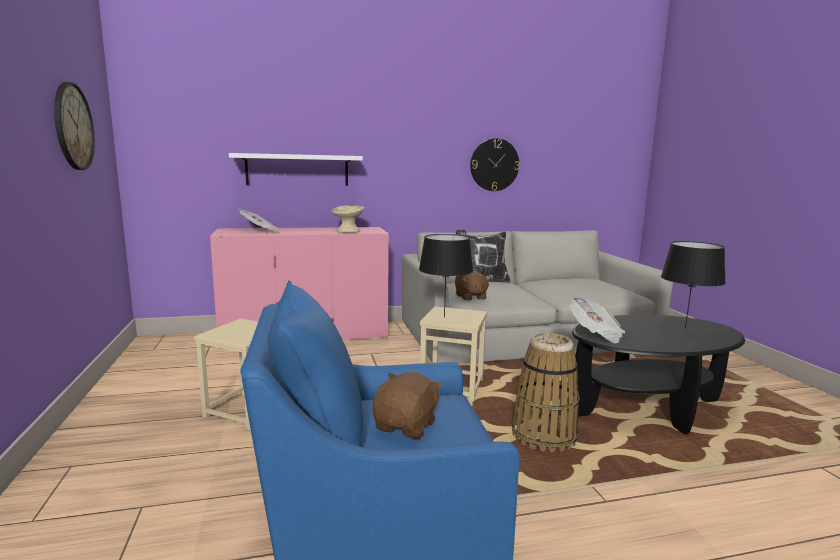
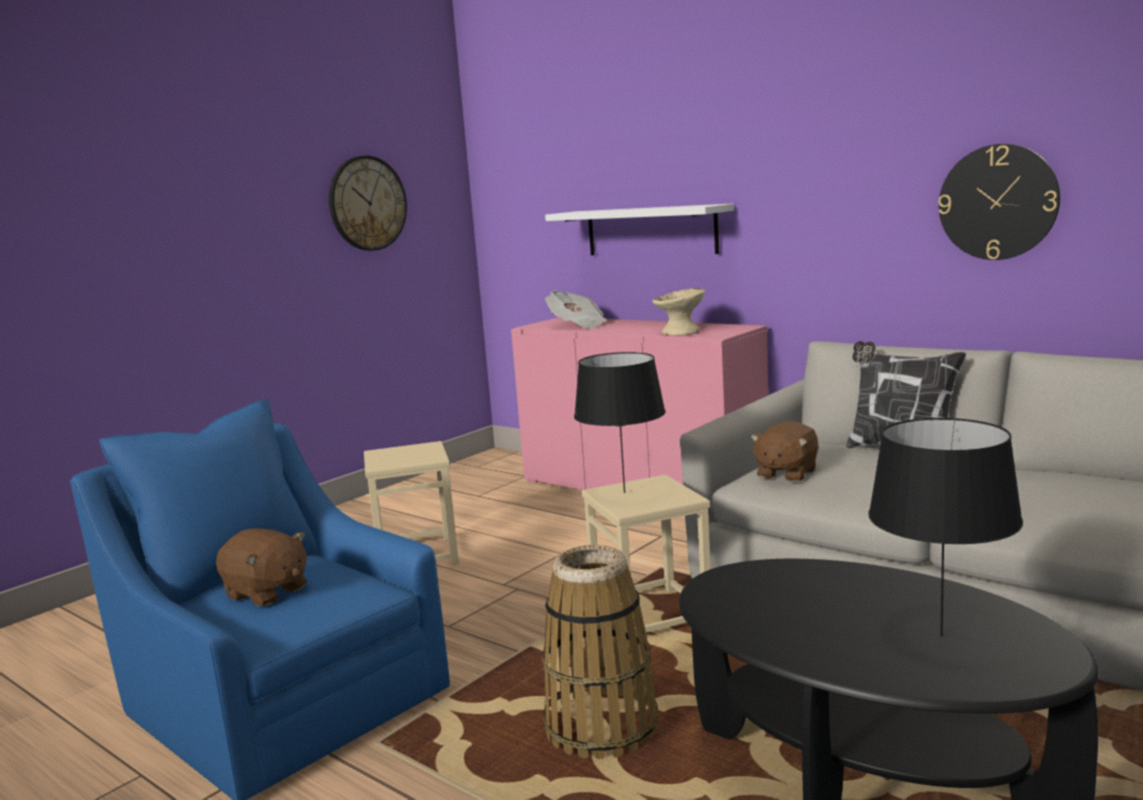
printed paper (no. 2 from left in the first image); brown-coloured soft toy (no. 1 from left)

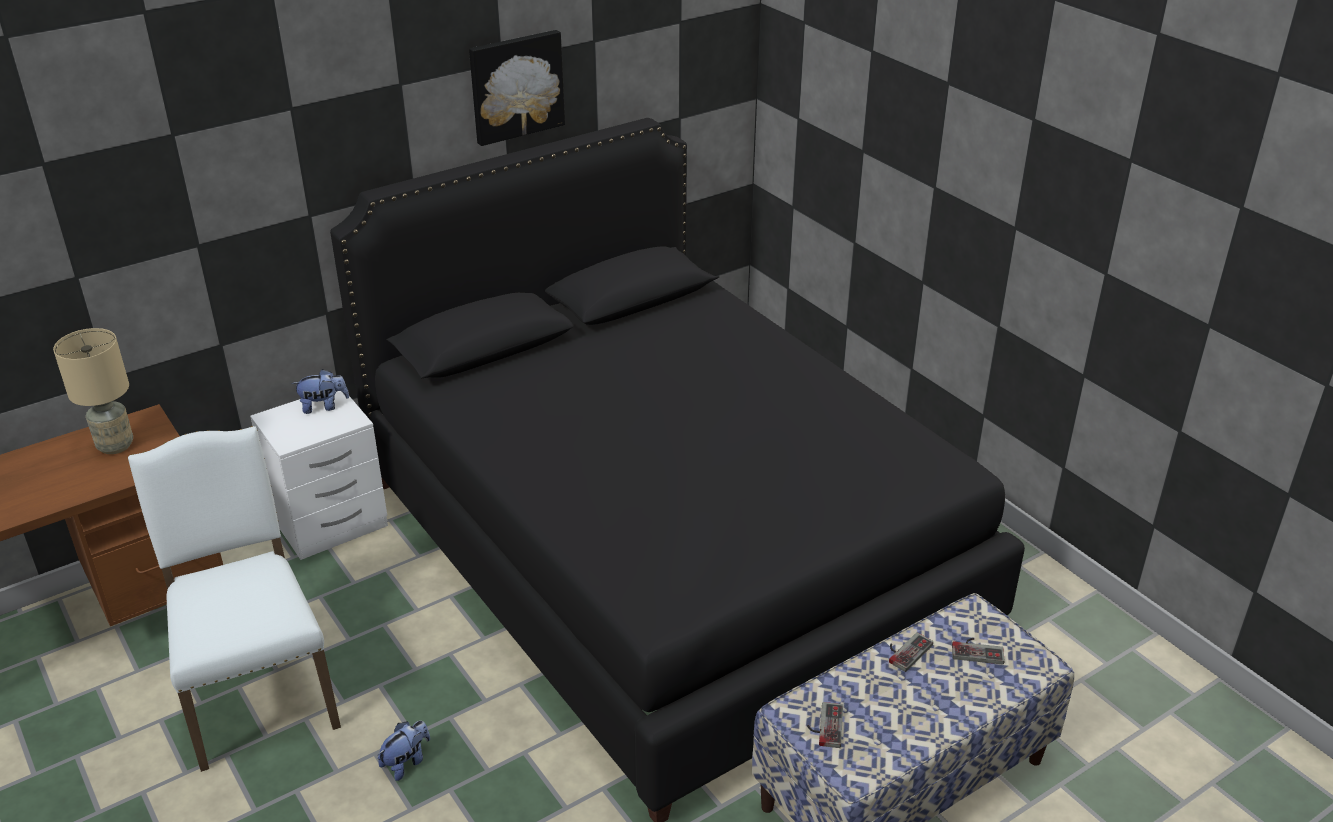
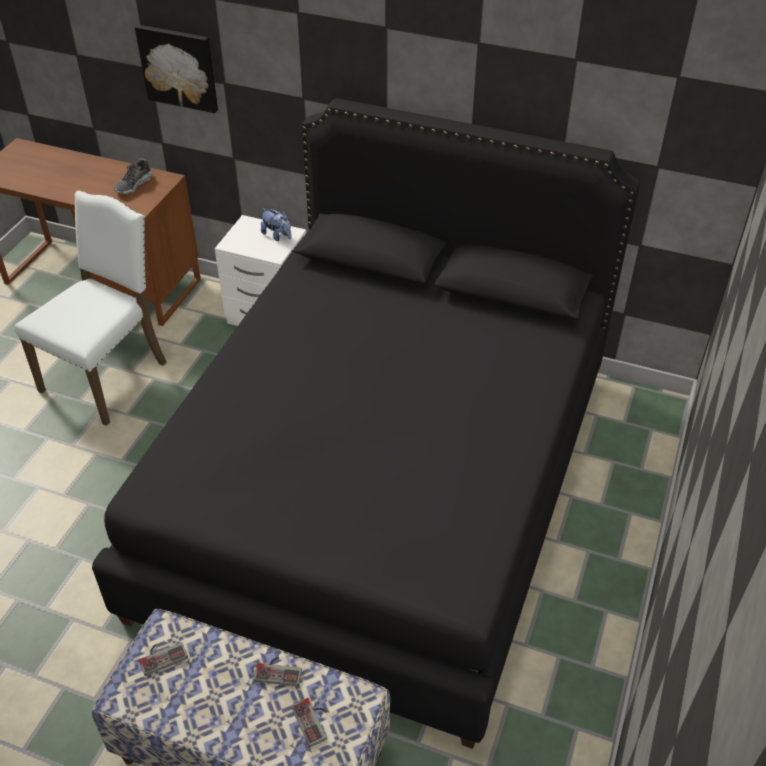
soft toy (no. 2 from left in the first image); wall picture; item of footwear

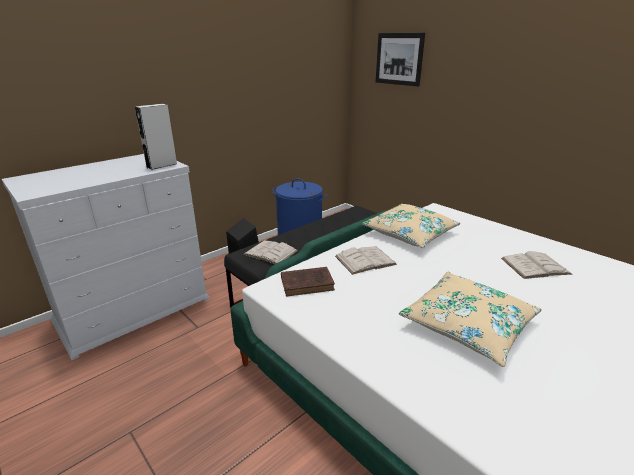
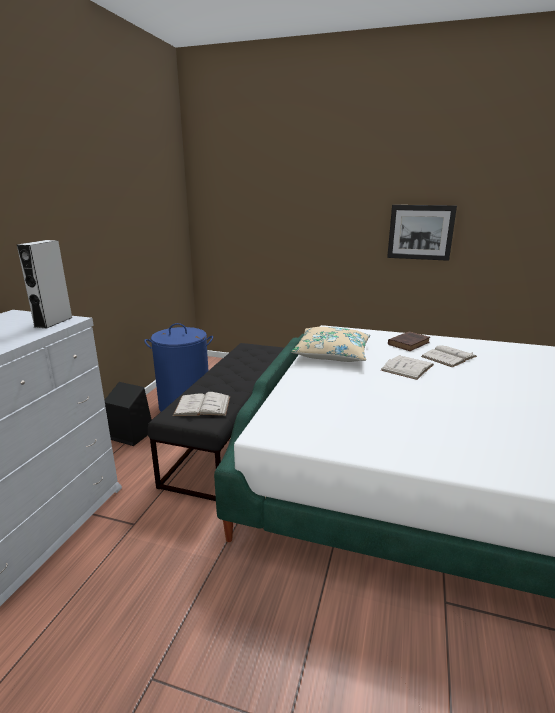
beige throw pillow (no. 2 from left in the first image); brown-coloured volume; white volume (no. 2 from left); wall picture

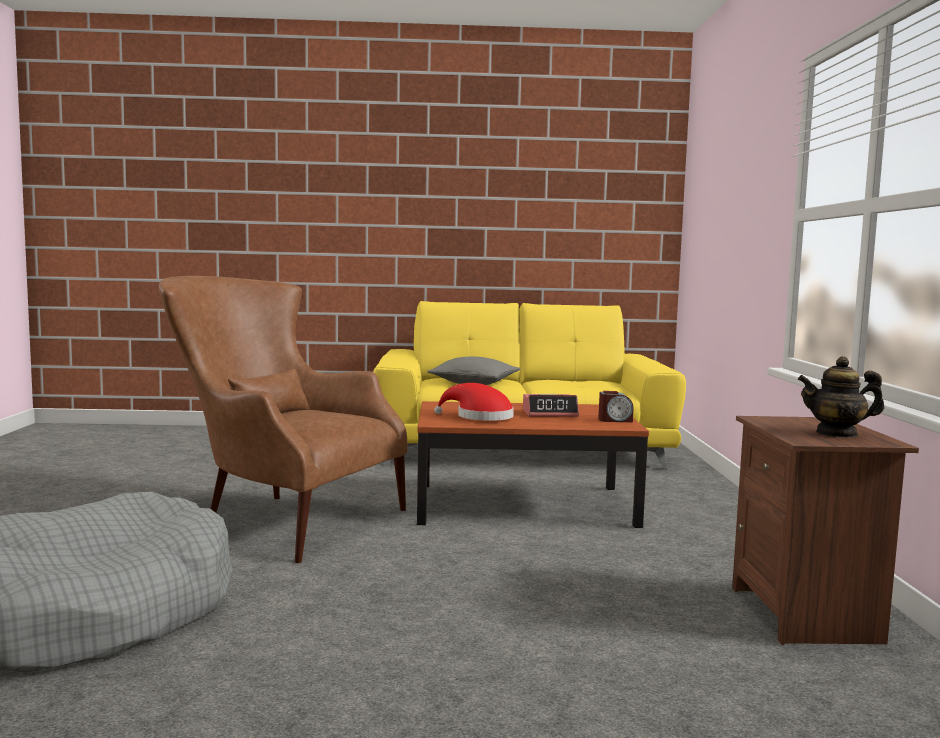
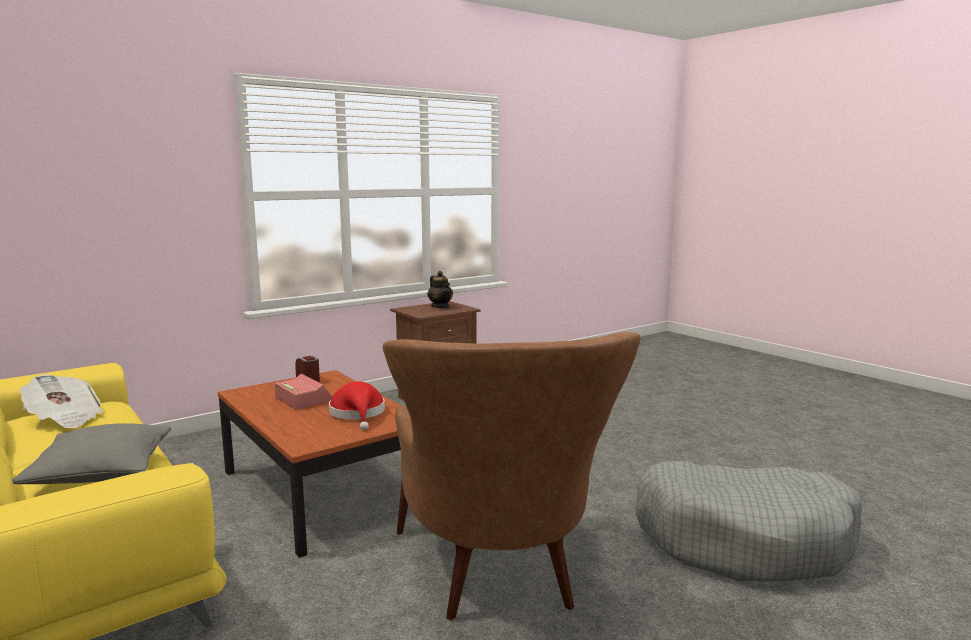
printed paper

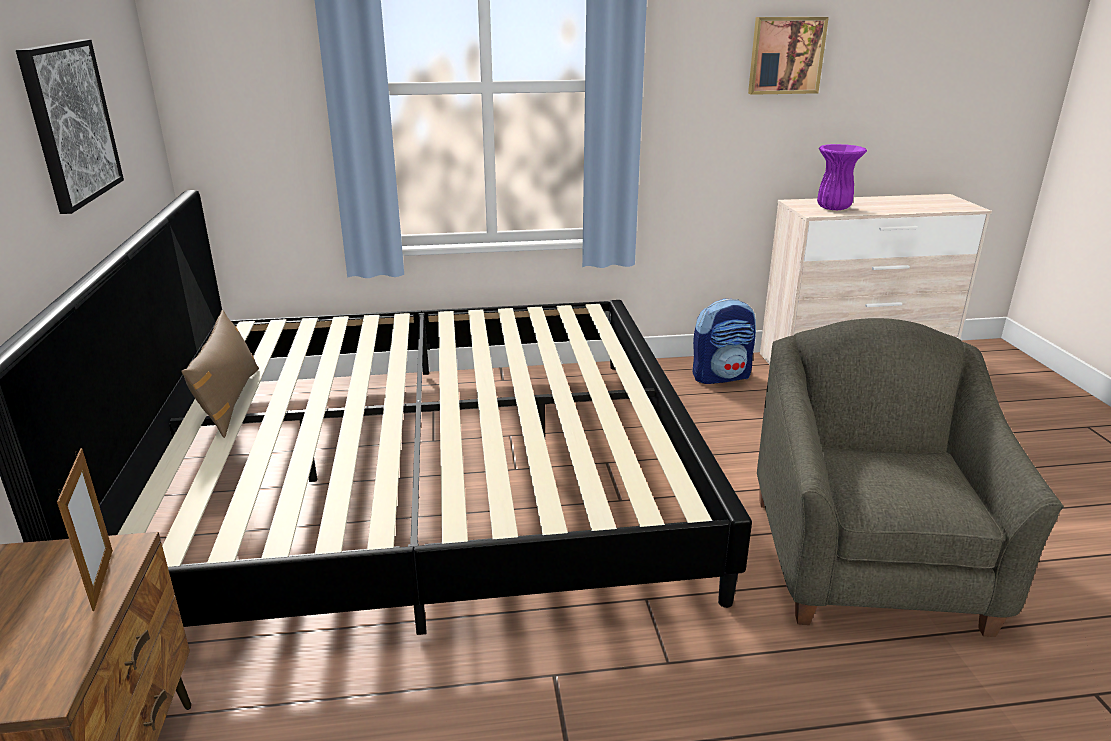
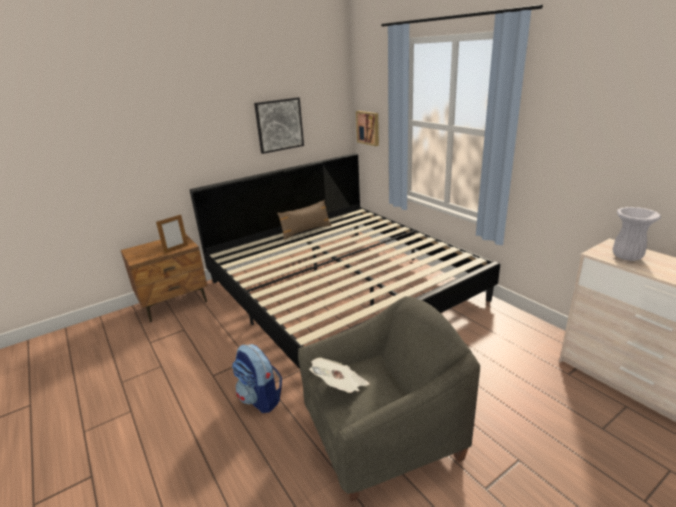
printed paper; rucksack; wall picture (no. 2 from left); white flower vase

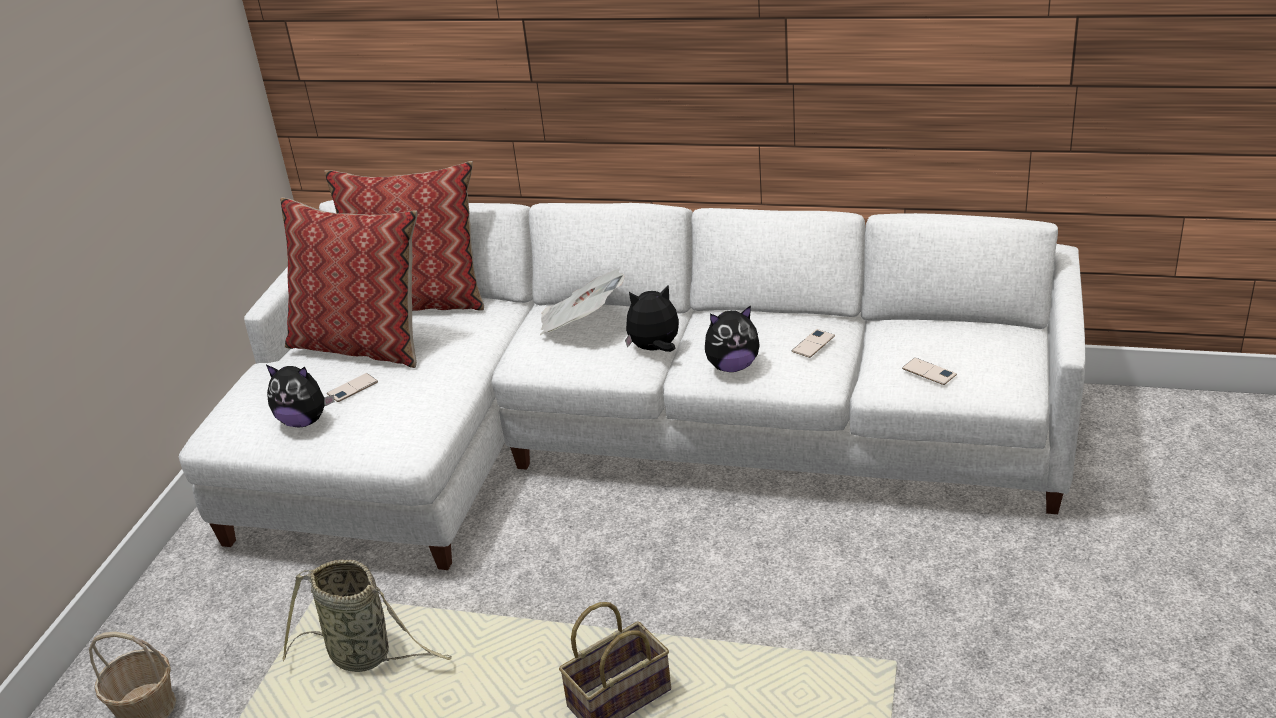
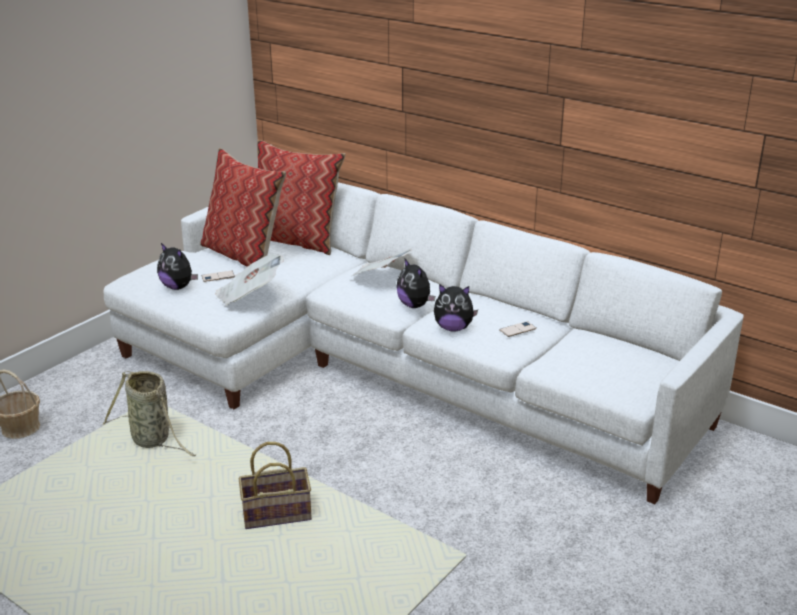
telephone (no. 3 from left in the first image); printed paper (no. 1 from left); soft toy (no. 2 from left)

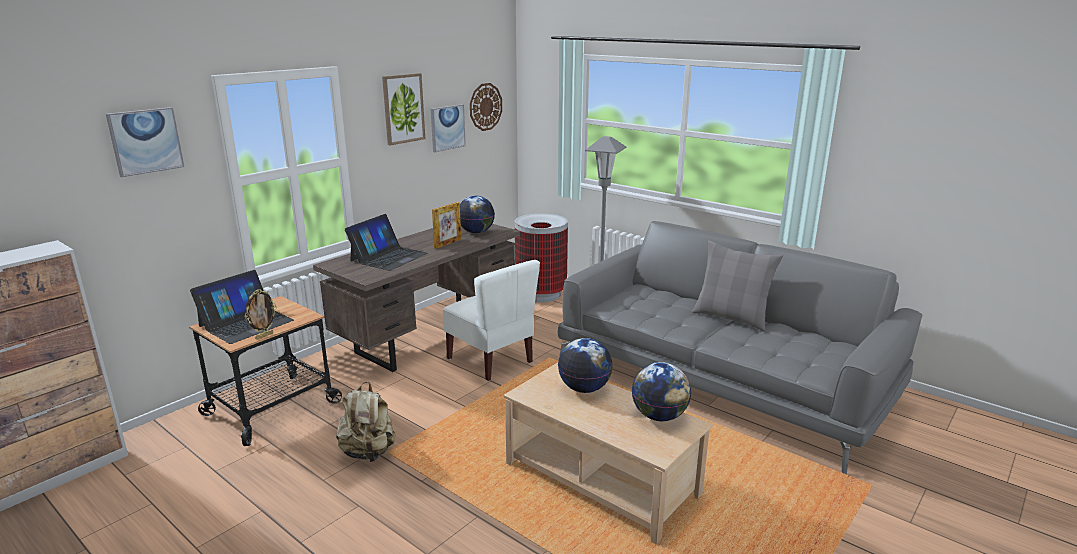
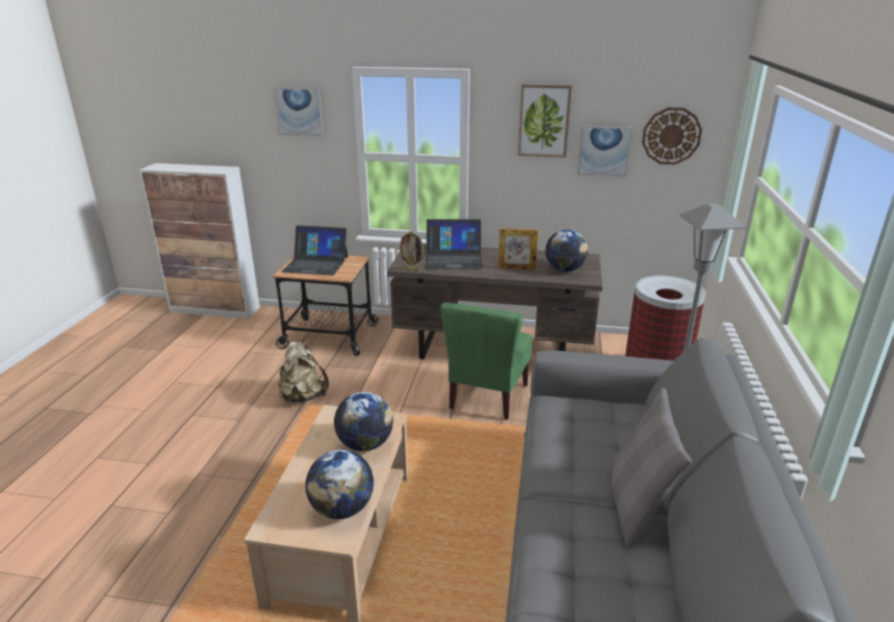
picture frame (no. 1 from left); green upright chair

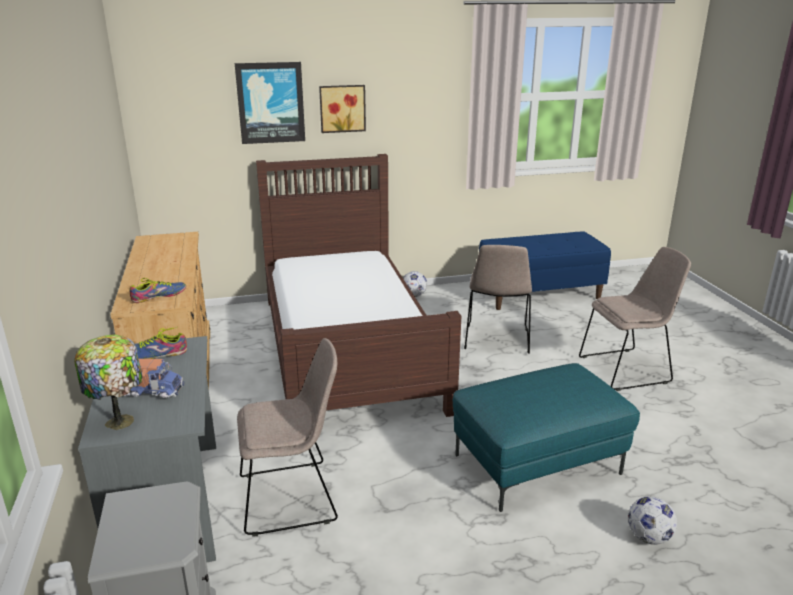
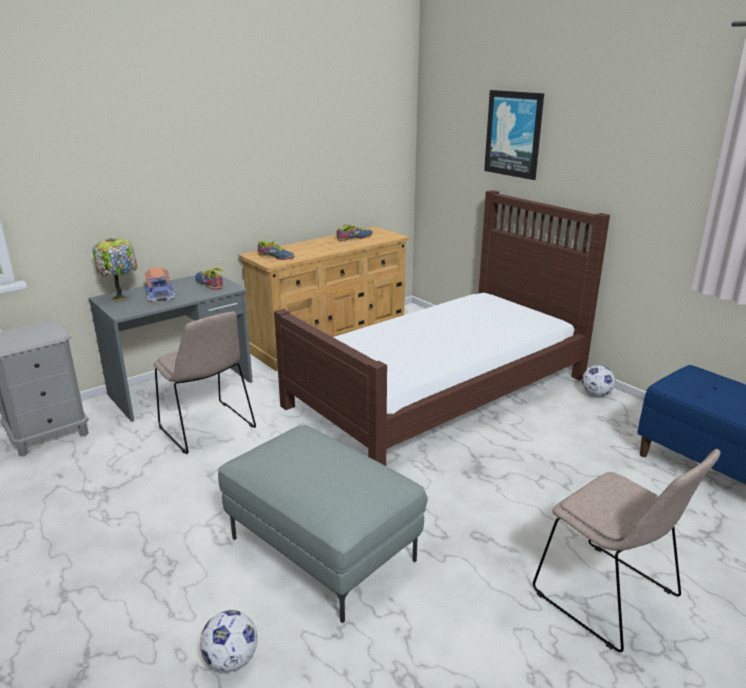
wall picture (no. 2 from left in the first image); beige upright chair (no. 2 from left in the first image); item of footwear (no. 3 from left); greyish ottoman

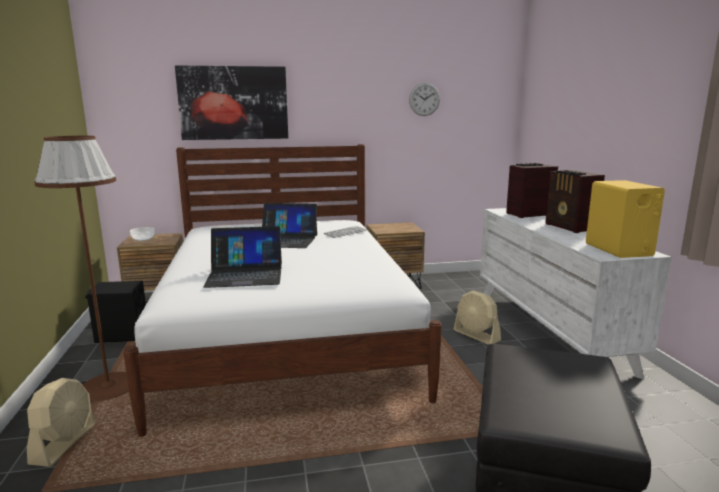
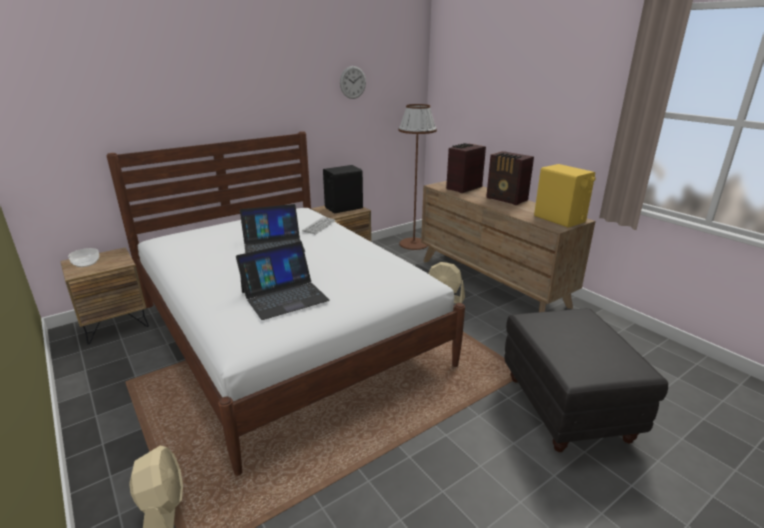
wall picture; brown-coloured floor lamp; black audio speaker; brown-coloured dresser

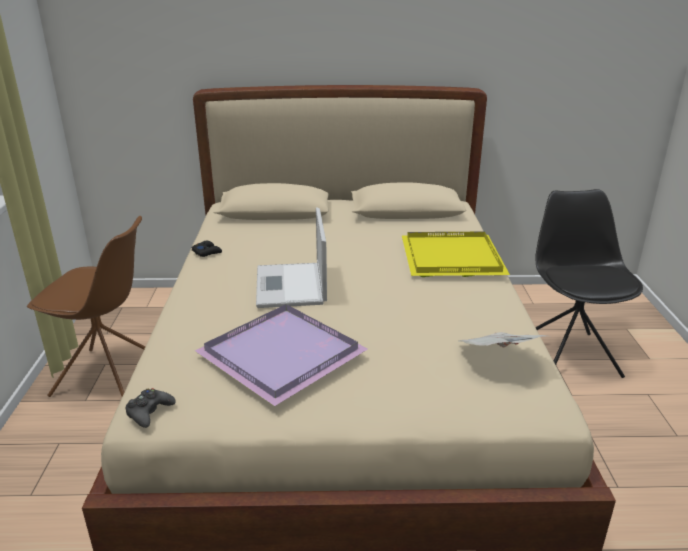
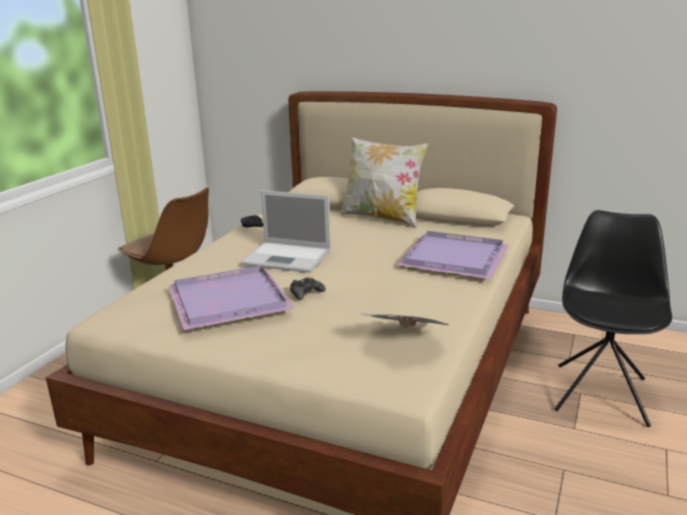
throw pillow; black game controller (no. 2 from left); purple tray (no. 2 from left); notebook computer

